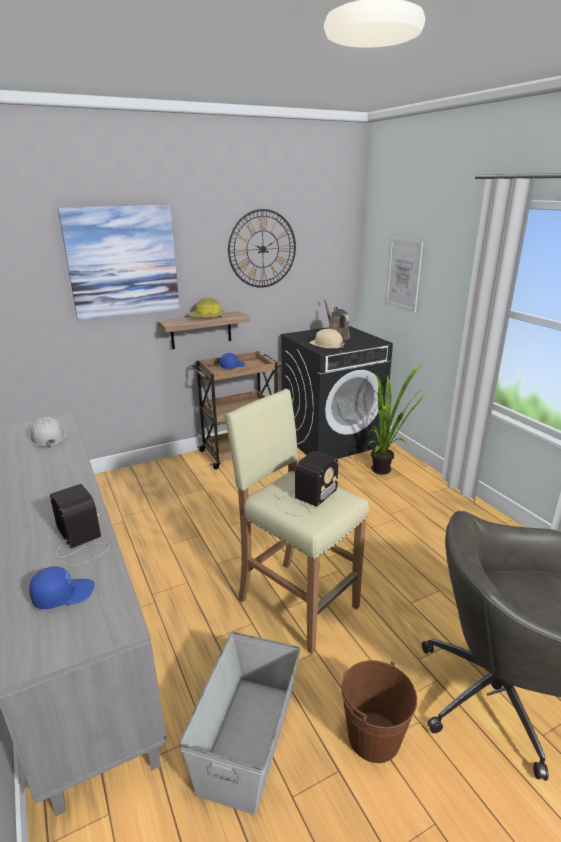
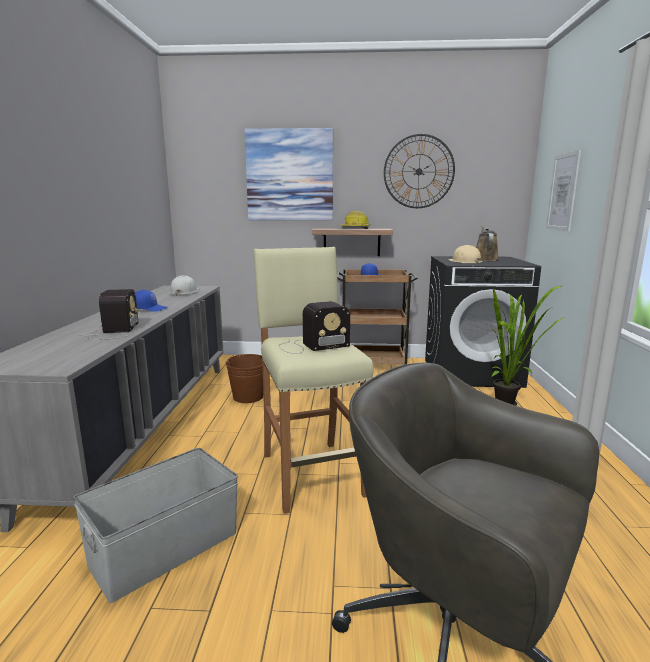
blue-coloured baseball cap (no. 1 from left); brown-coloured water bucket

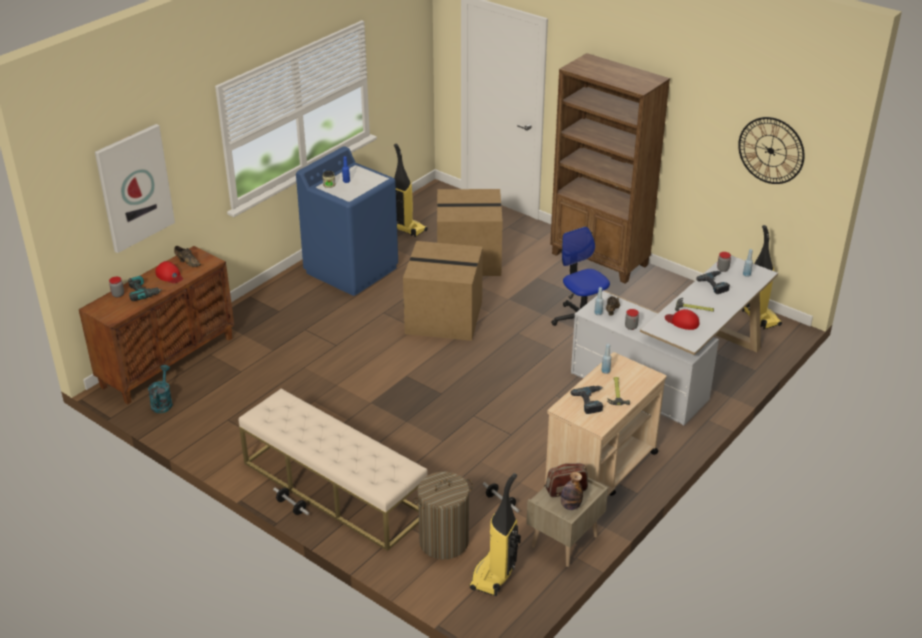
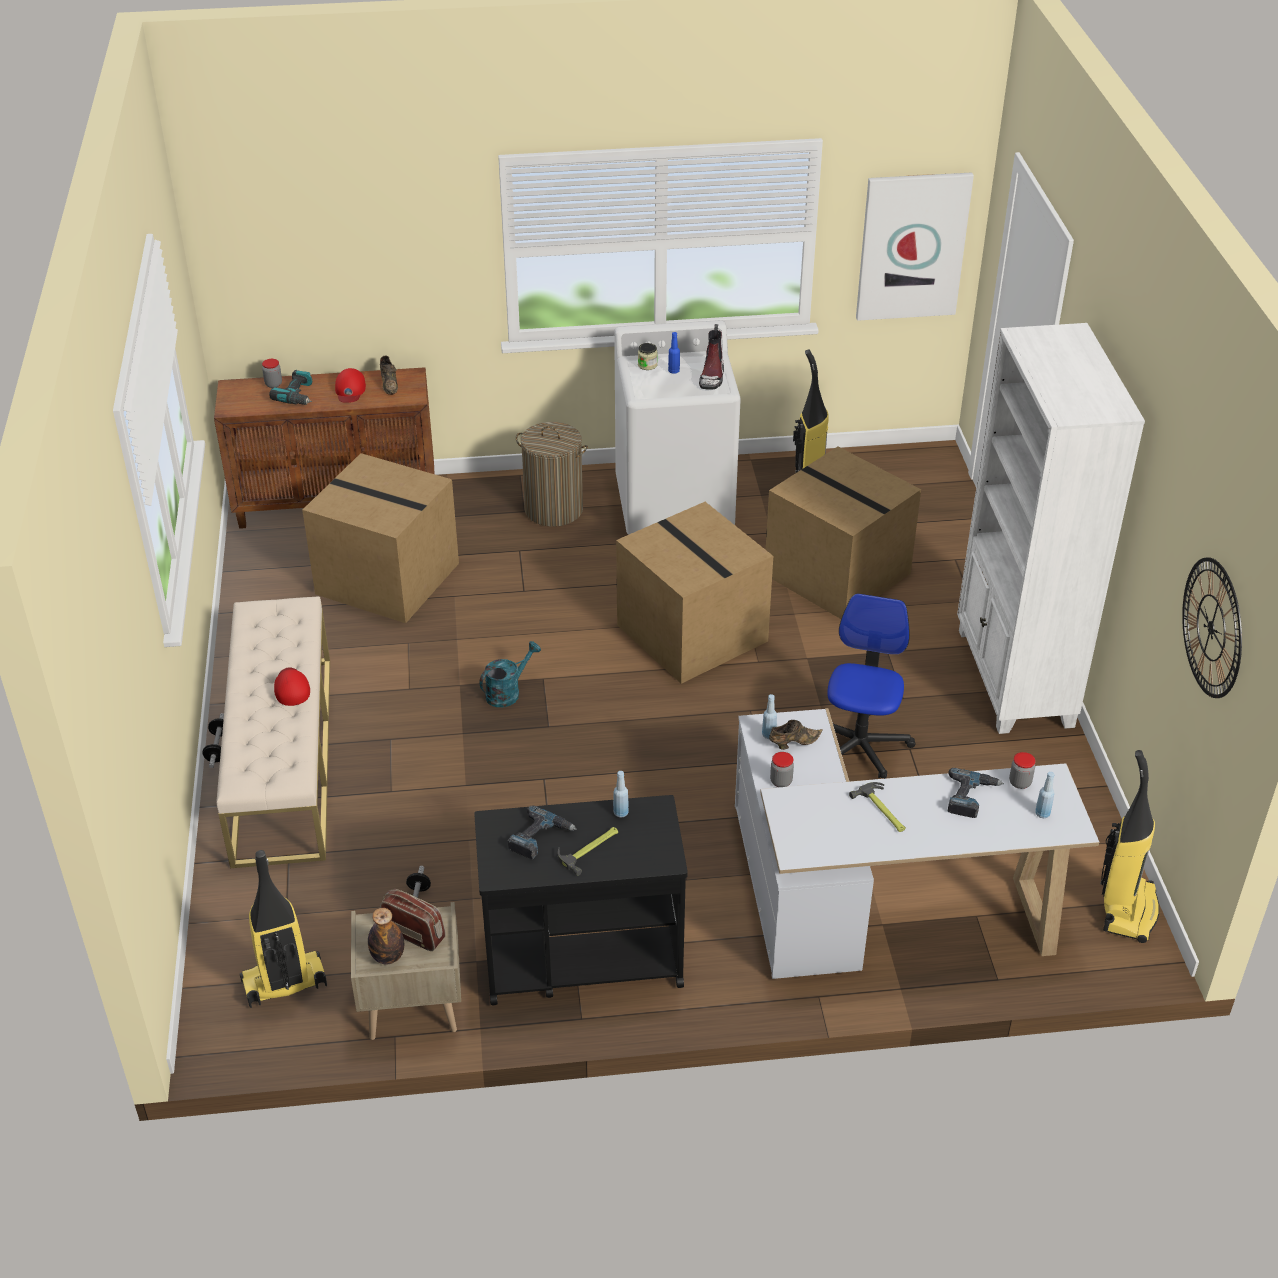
carton (no. 1 from left); high-top boot; wall picture; blue-green sprinkling can; washing basket; red-coloured baseball cap (no. 1 from left); white laundry appliance; black wheeled cart; white shelving unit

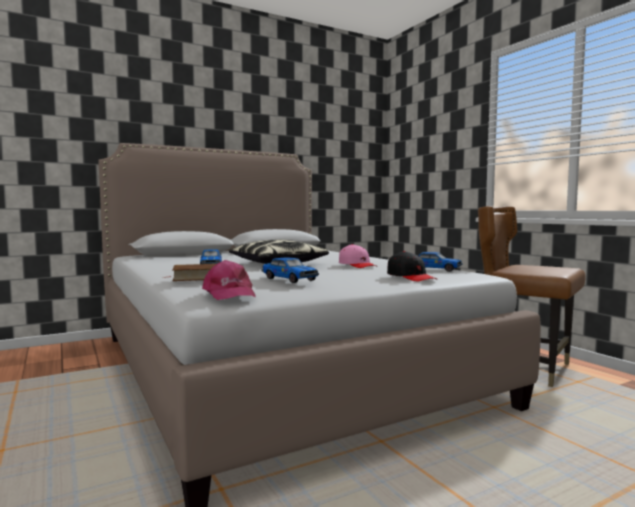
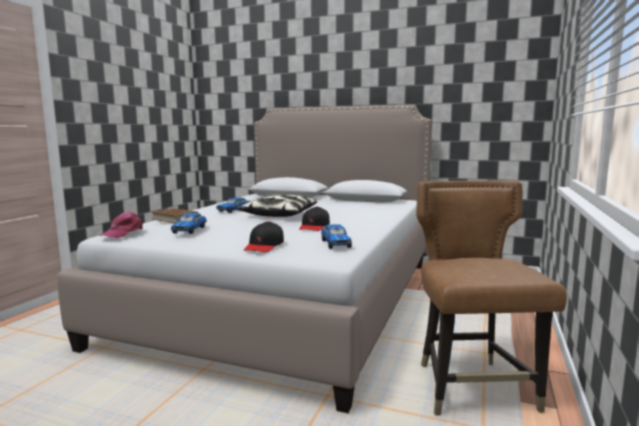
black baseball cap (no. 2 from left)

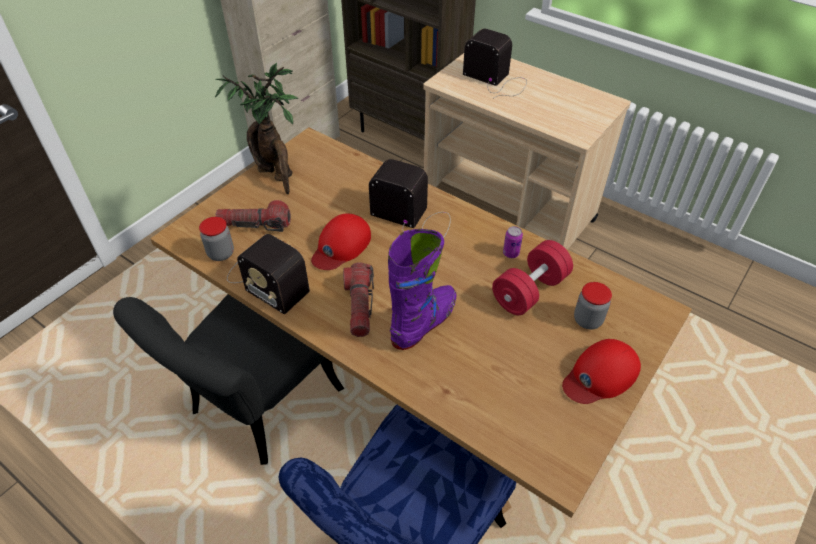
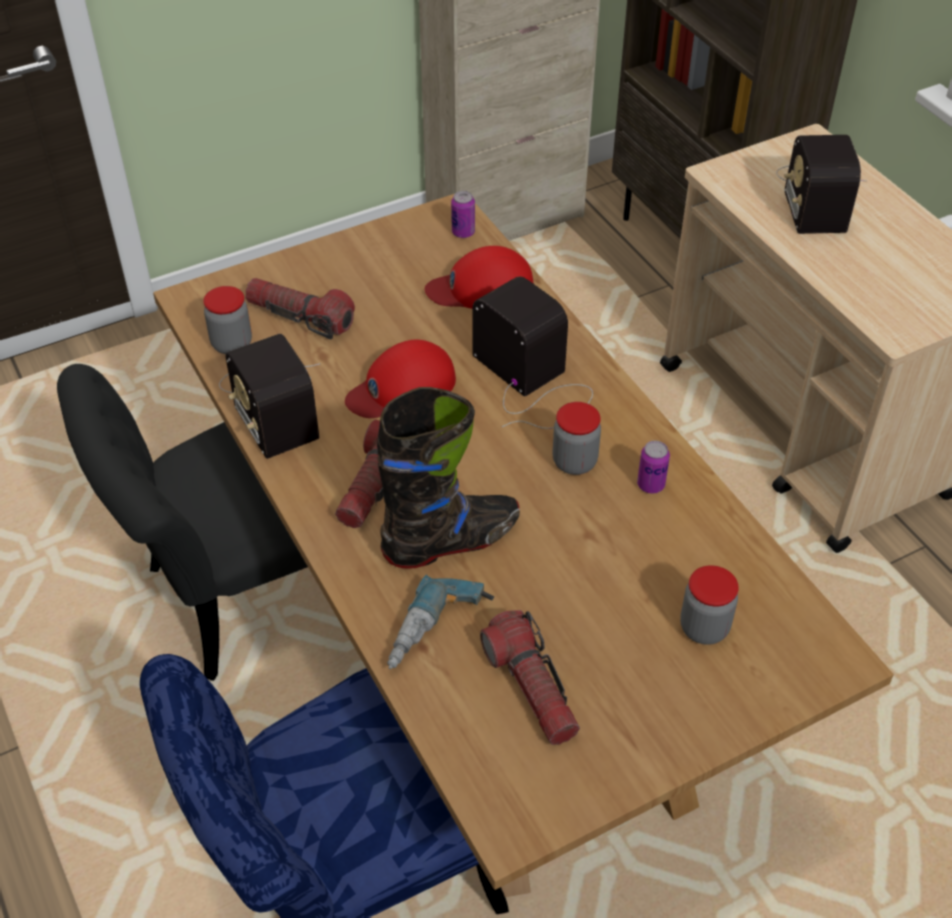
houseplant; red-coloured free weight; electric drill; can (no. 1 from left); torch (no. 3 from left); storage jar (no. 2 from left); red-coloured baseball cap (no. 2 from left); black high-top boot; radio set (no. 3 from left)

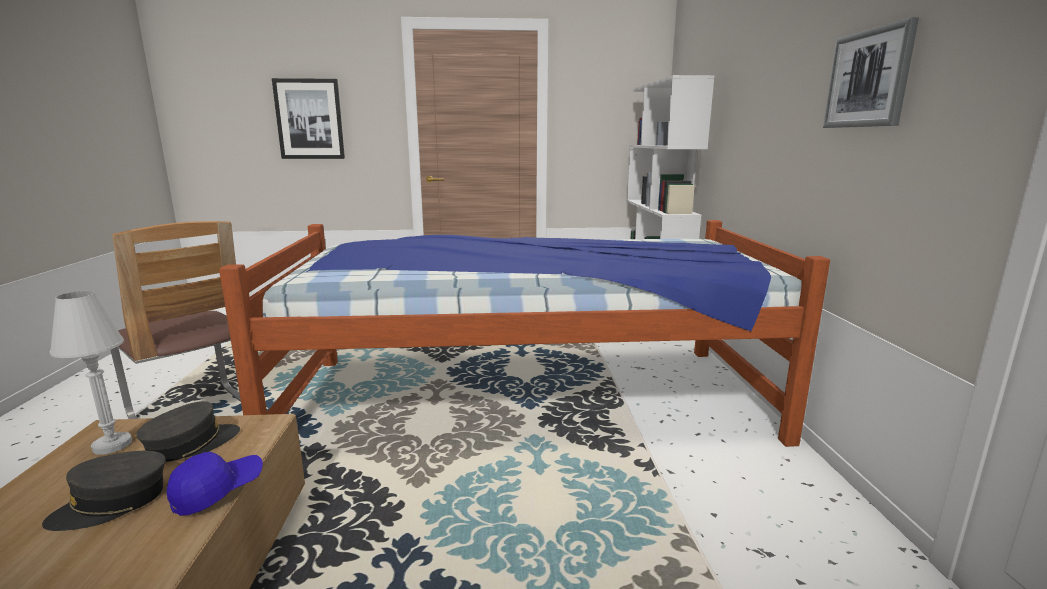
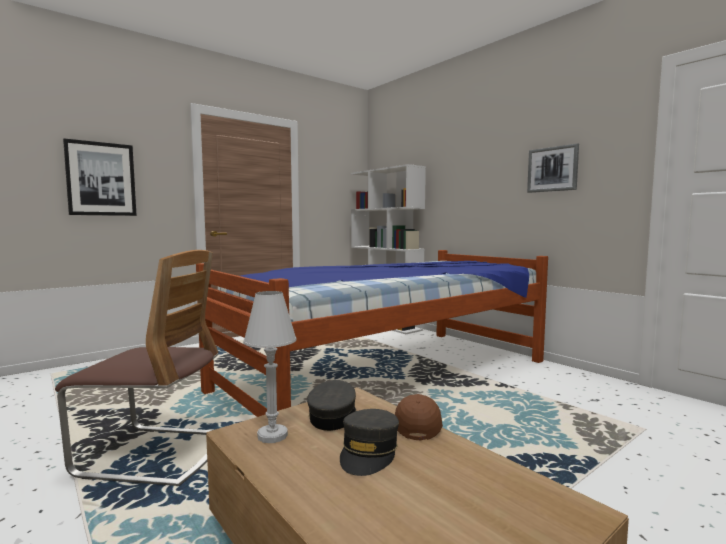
brown-coloured baseball cap

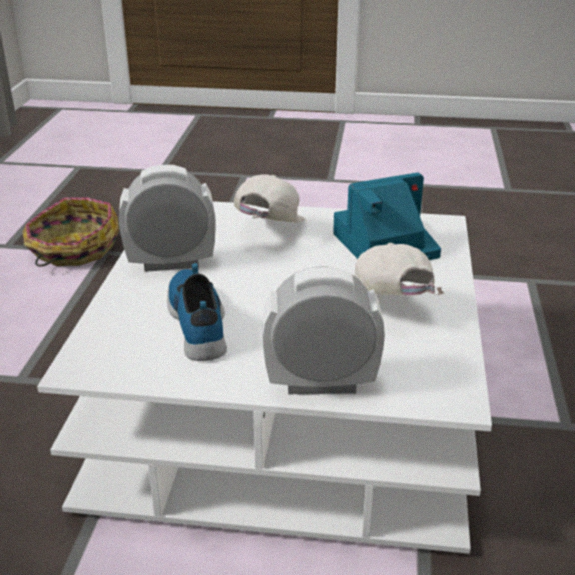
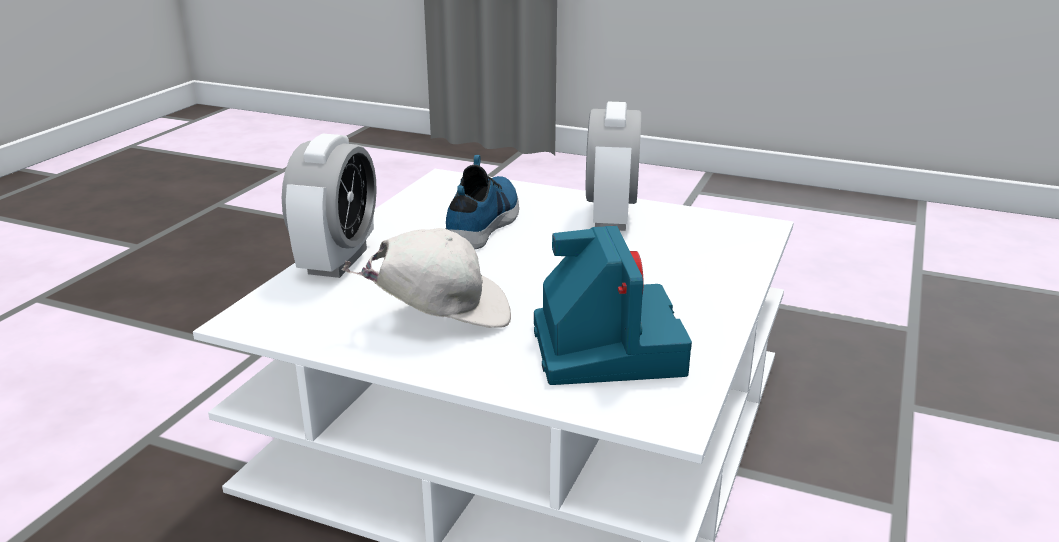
basket; white baseball cap (no. 1 from left in the first image); item of footwear

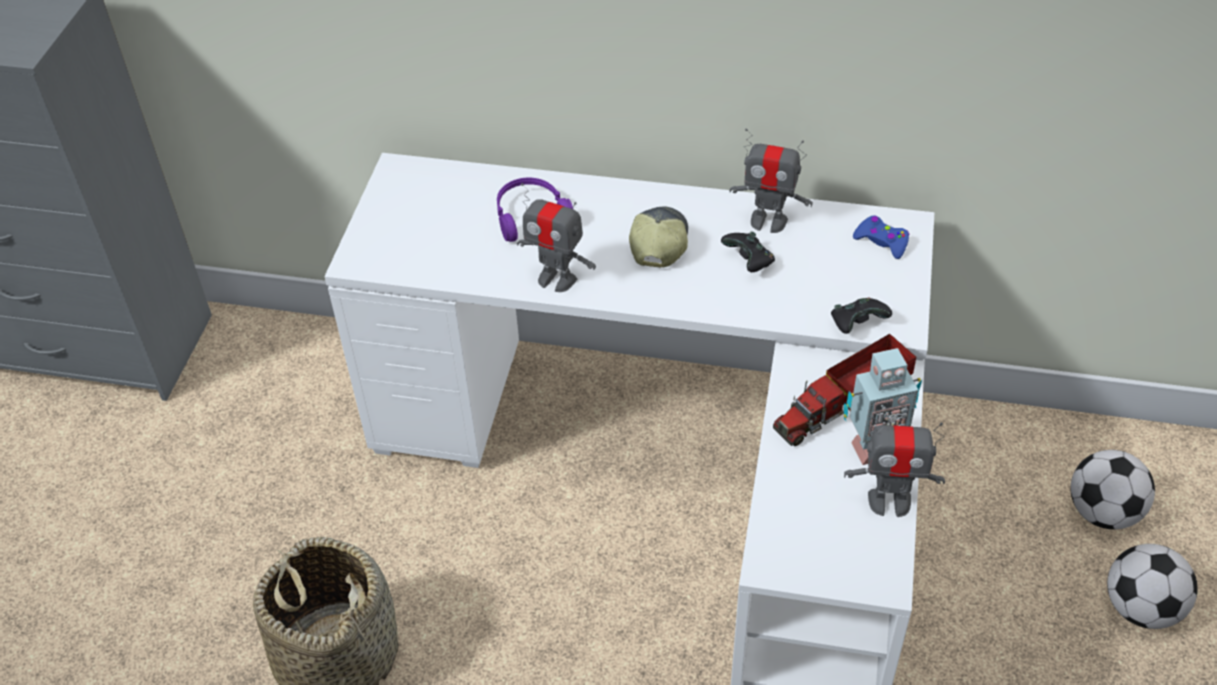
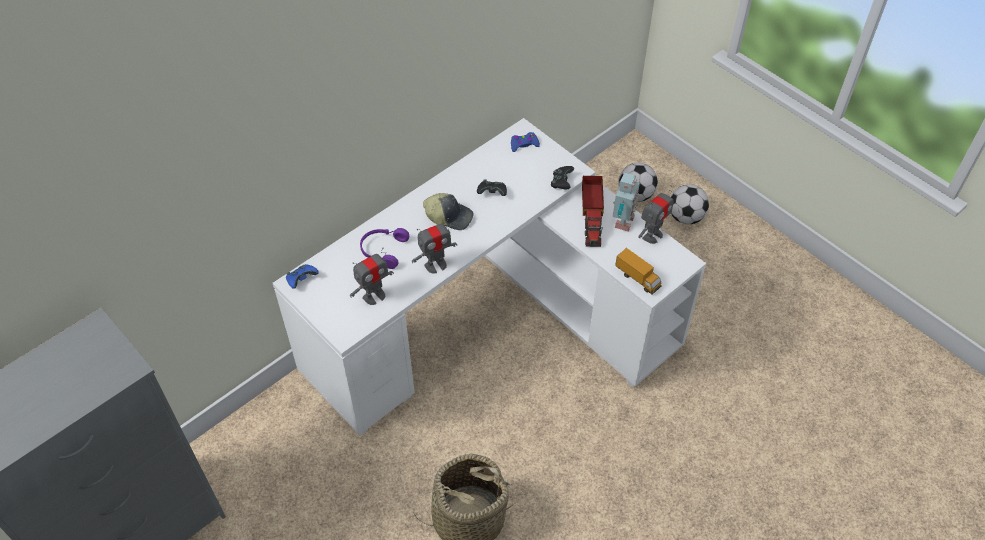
blue-coloured game controller (no. 1 from left); model truck (no. 2 from left); model robot (no. 1 from left); baseball cap

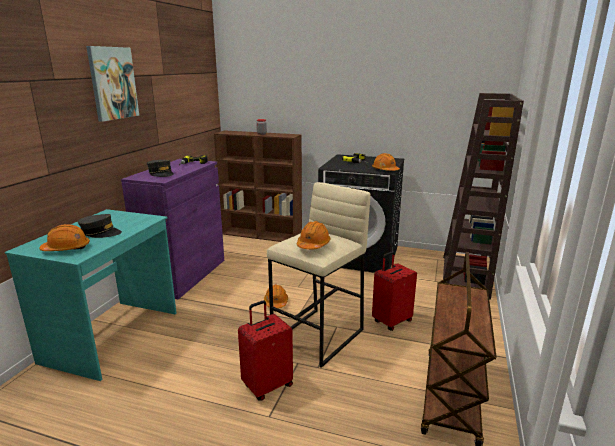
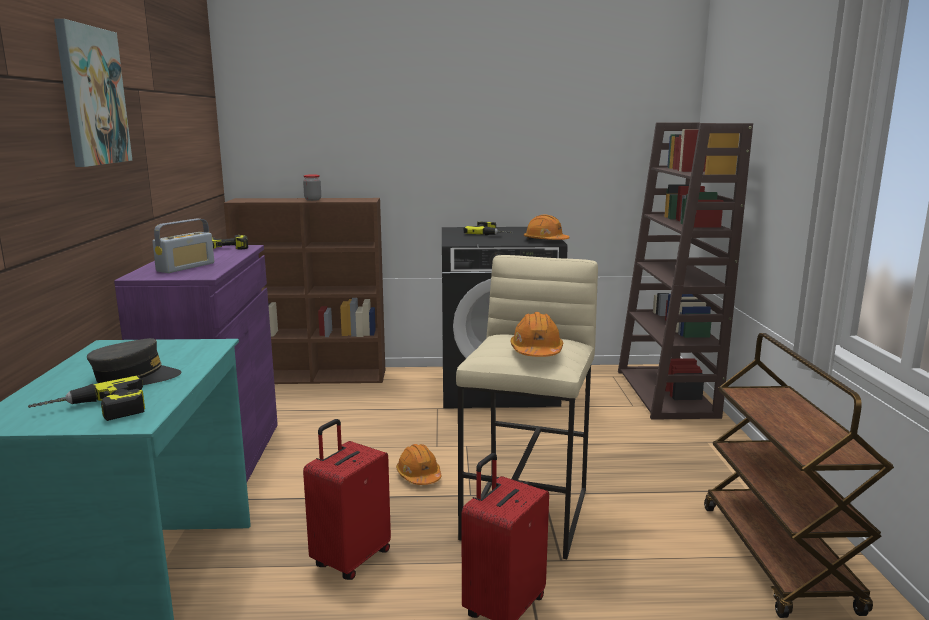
red-coloured travel case (no. 1 from left); electric drill (no. 1 from left); radio set

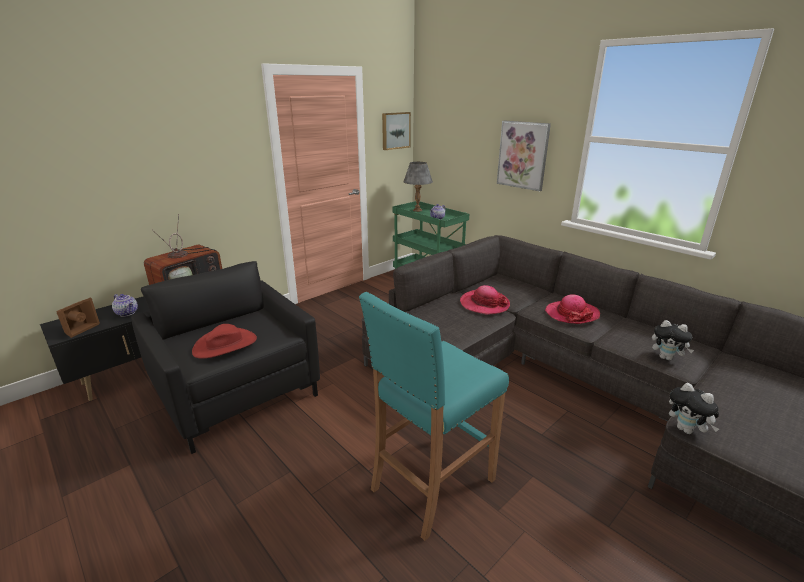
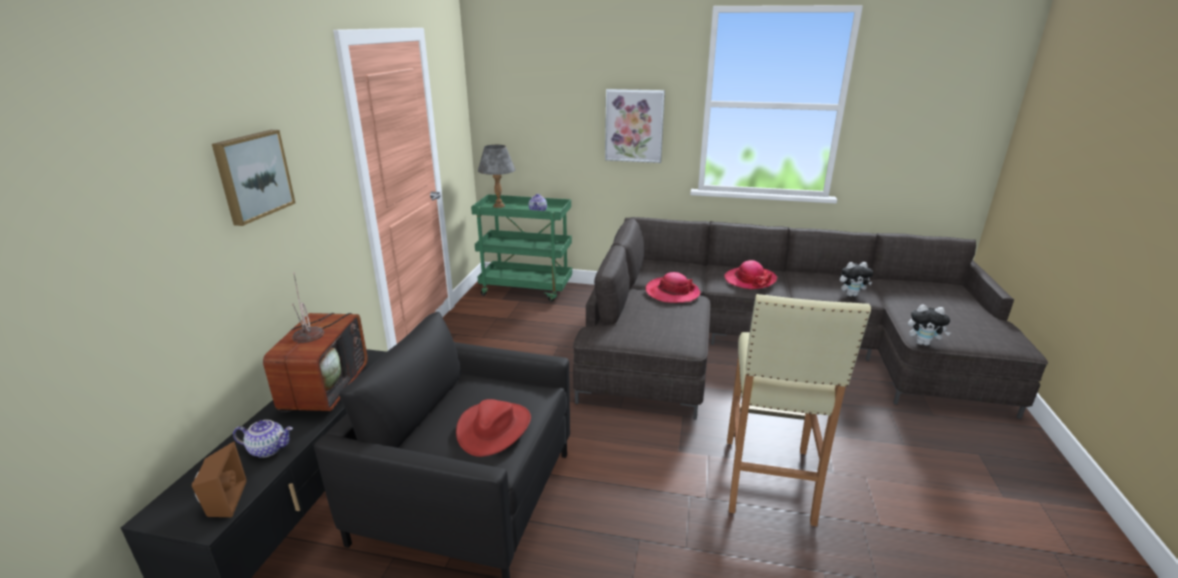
wall picture (no. 1 from left); beige sitting stool

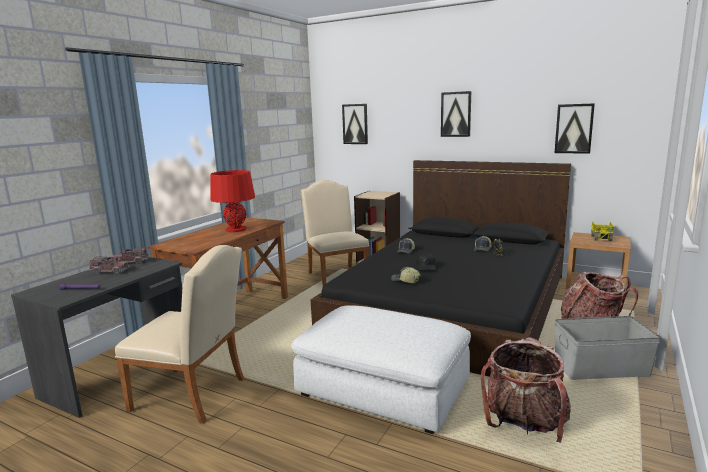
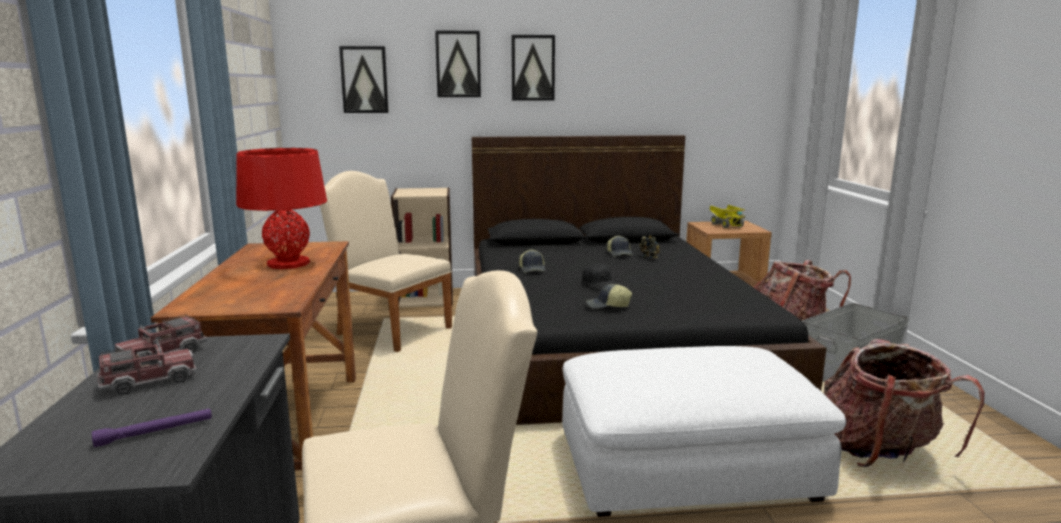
wall picture (no. 2 from left)

